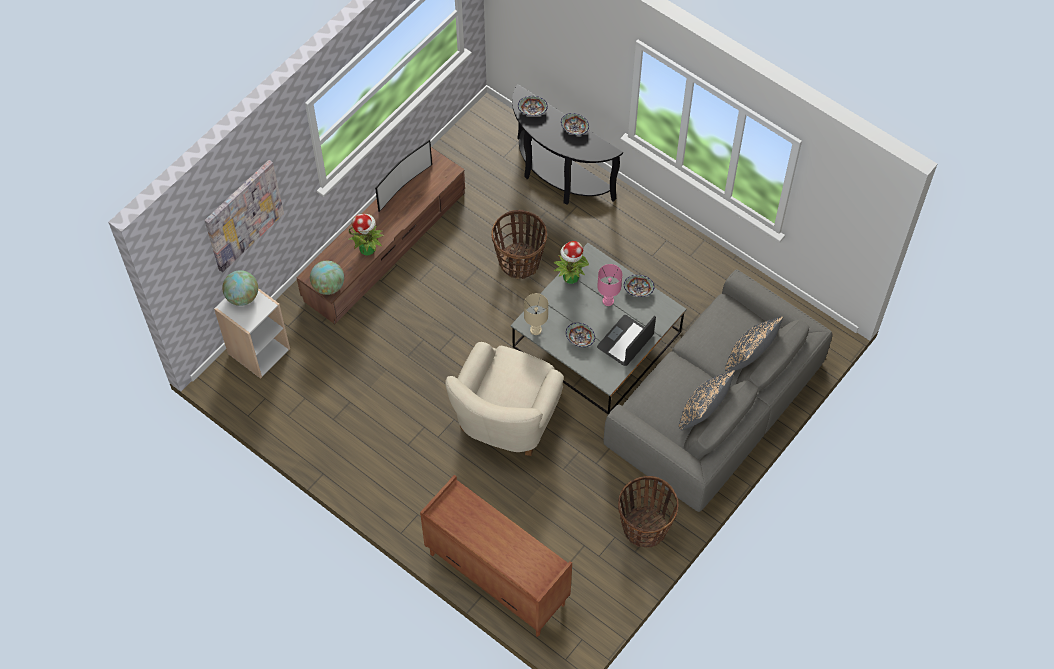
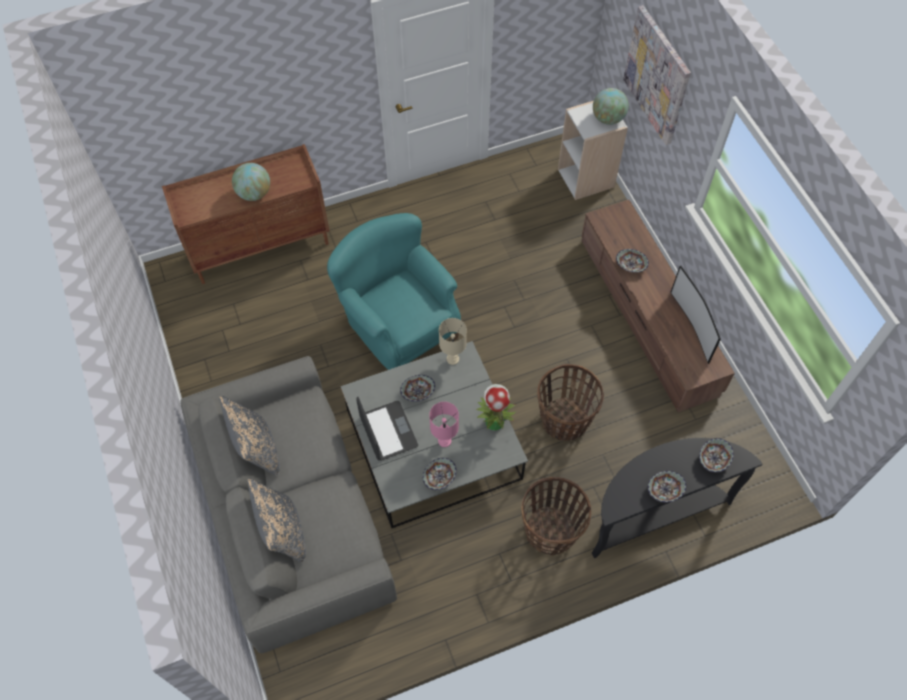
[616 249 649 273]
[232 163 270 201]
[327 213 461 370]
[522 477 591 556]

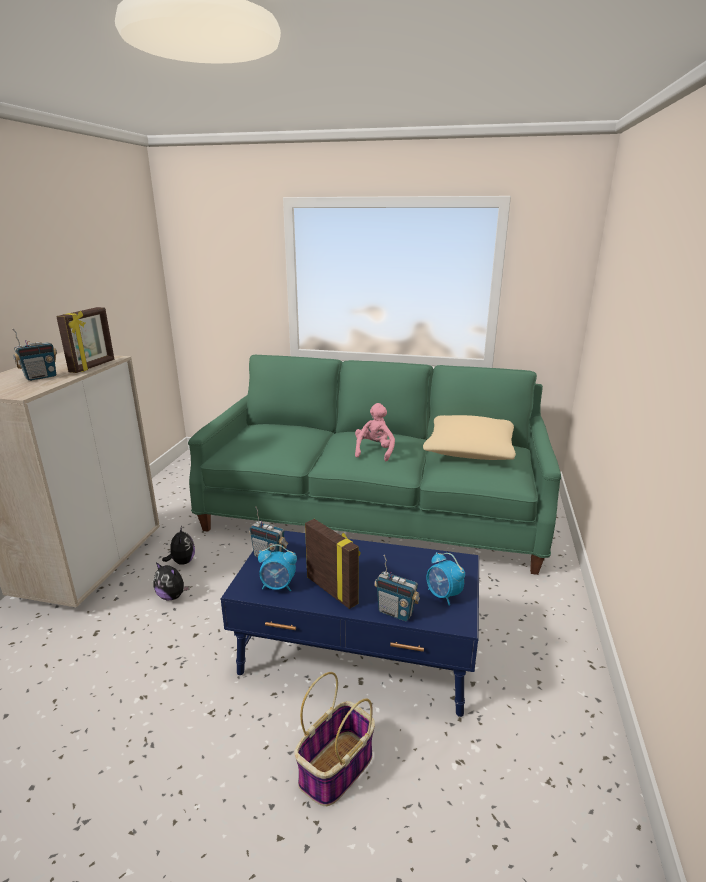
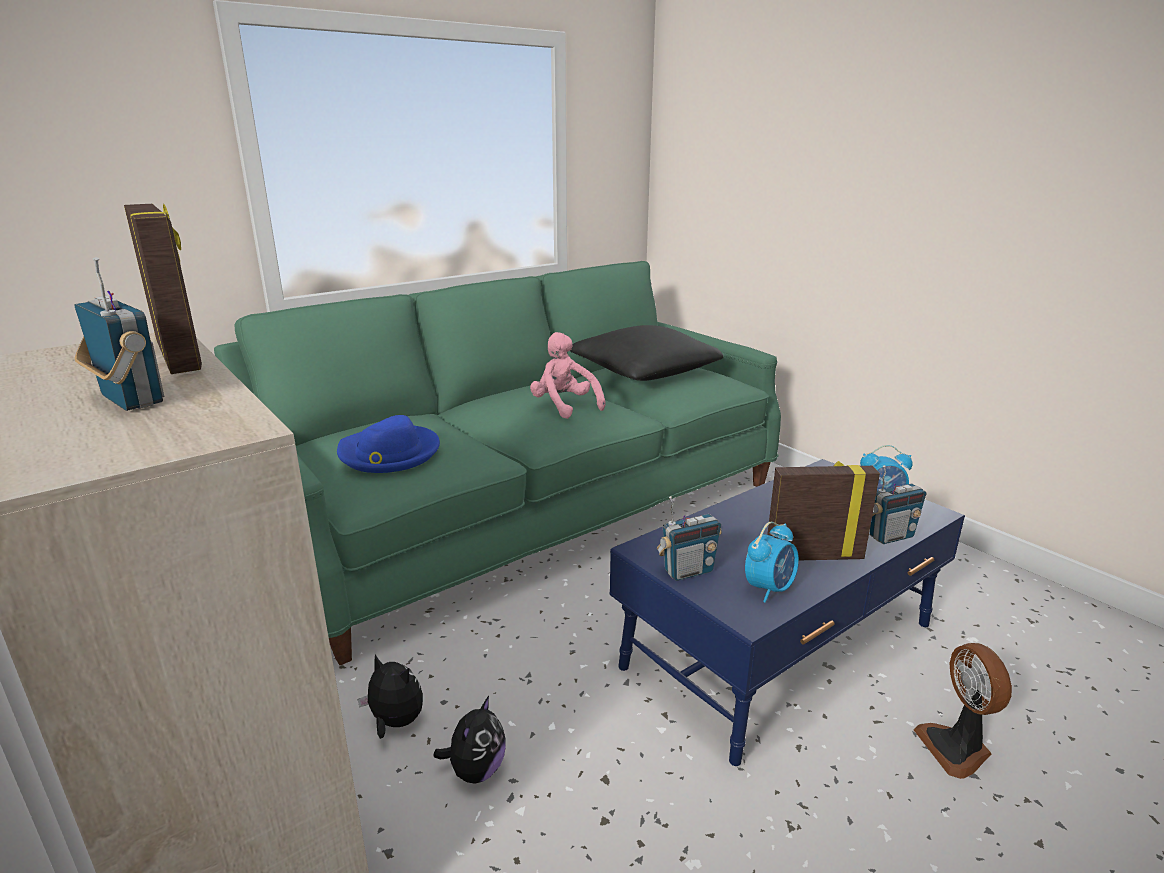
[74 257 164 411]
[570 325 723 381]
[433 696 506 783]
[914 643 1012 779]
[337 415 440 473]

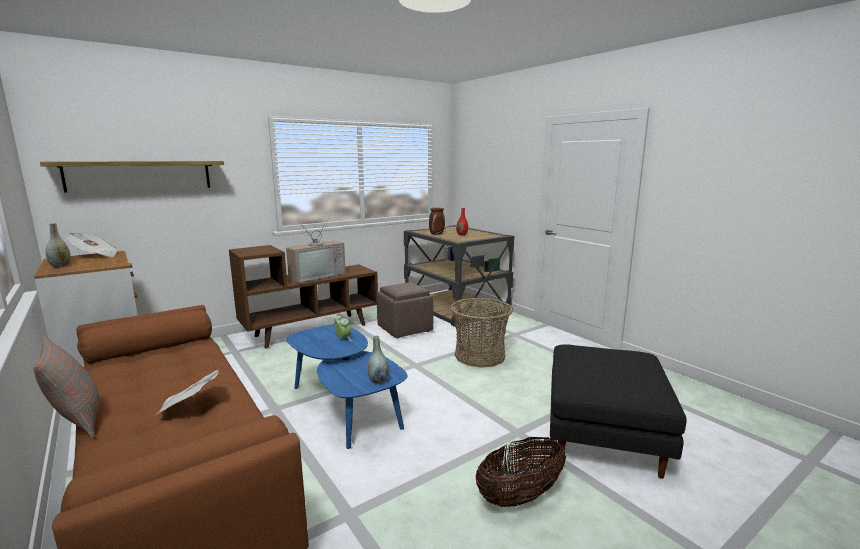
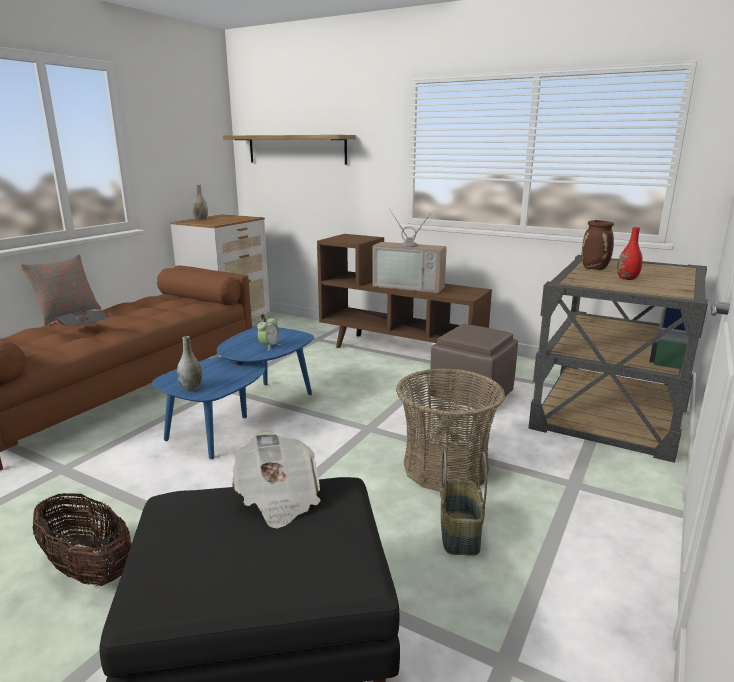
[232 432 320 529]
[440 450 487 556]

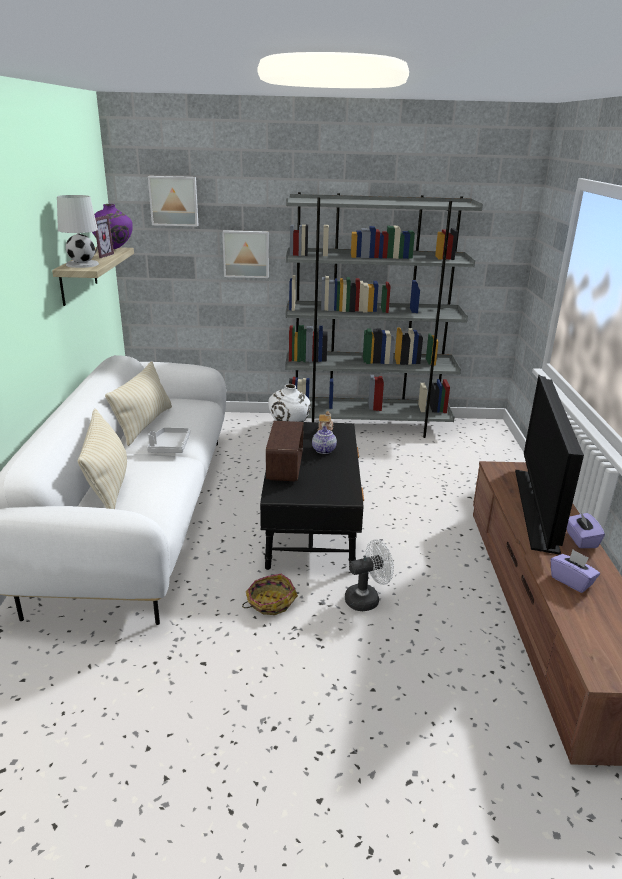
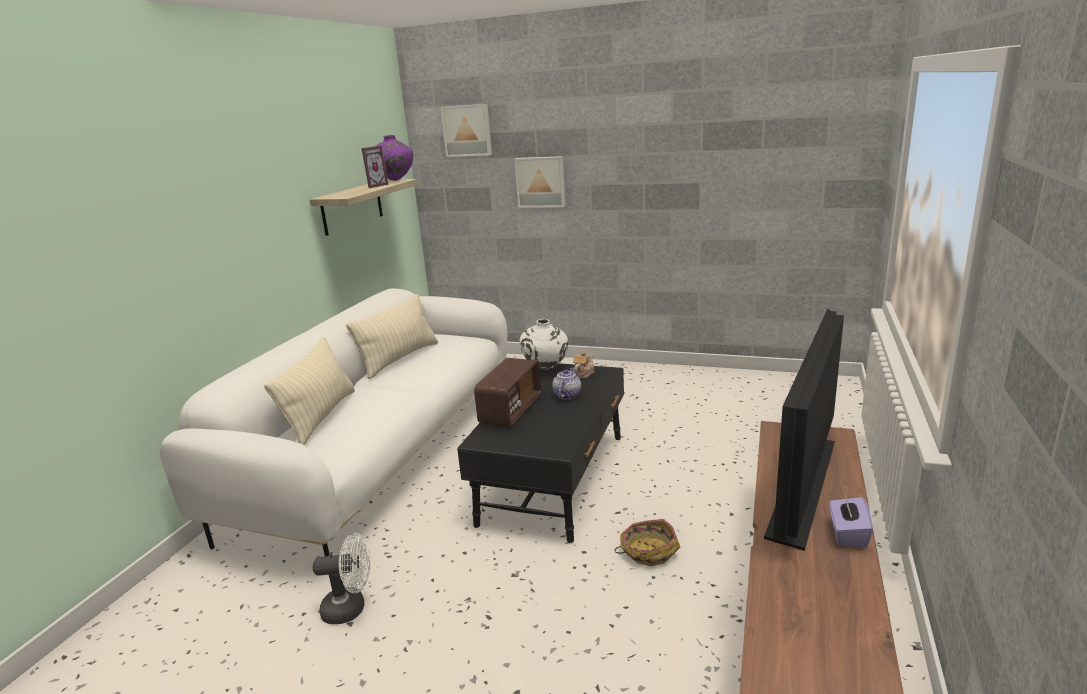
[285 192 483 438] (first image)
[57 195 99 268] (first image)
[147 428 190 453] (first image)
[313 533 370 624]
[551 550 600 593] (first image)
[614 519 680 566]

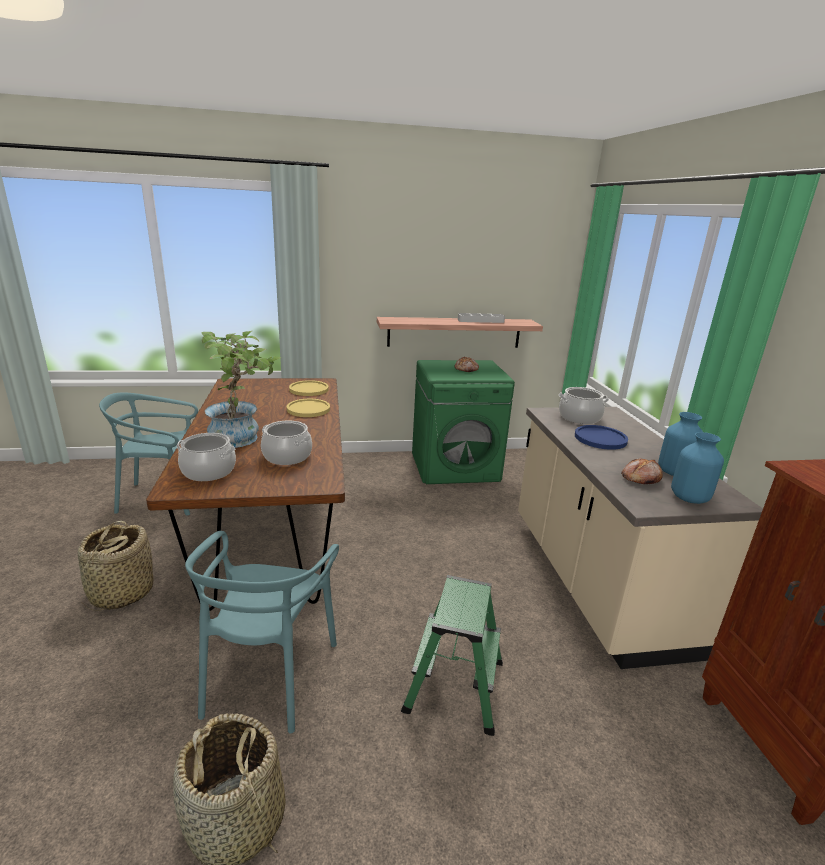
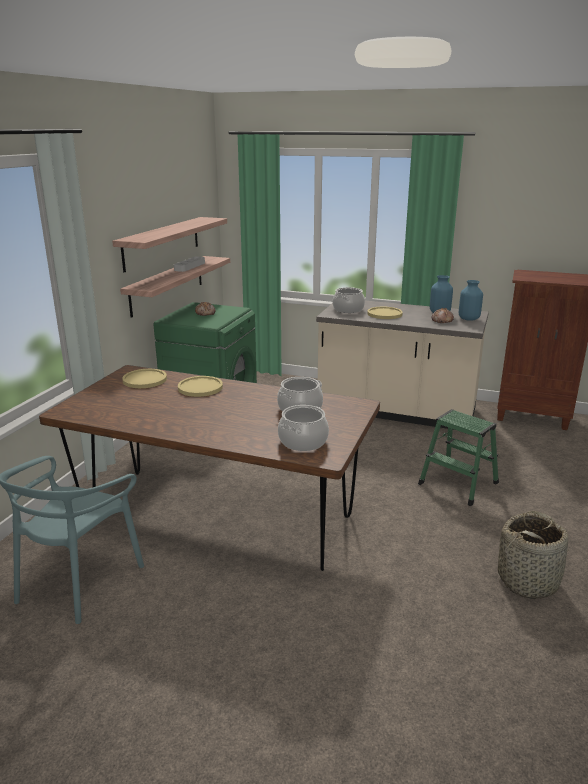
[201 331 282 448] (first image)
[367 307 403 319]
[78 521 153 611] (first image)
[185 531 339 733] (first image)
[112 217 227 272]

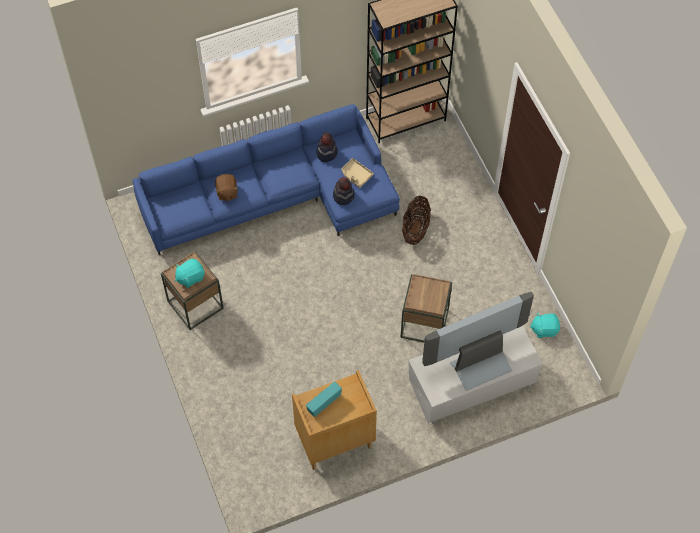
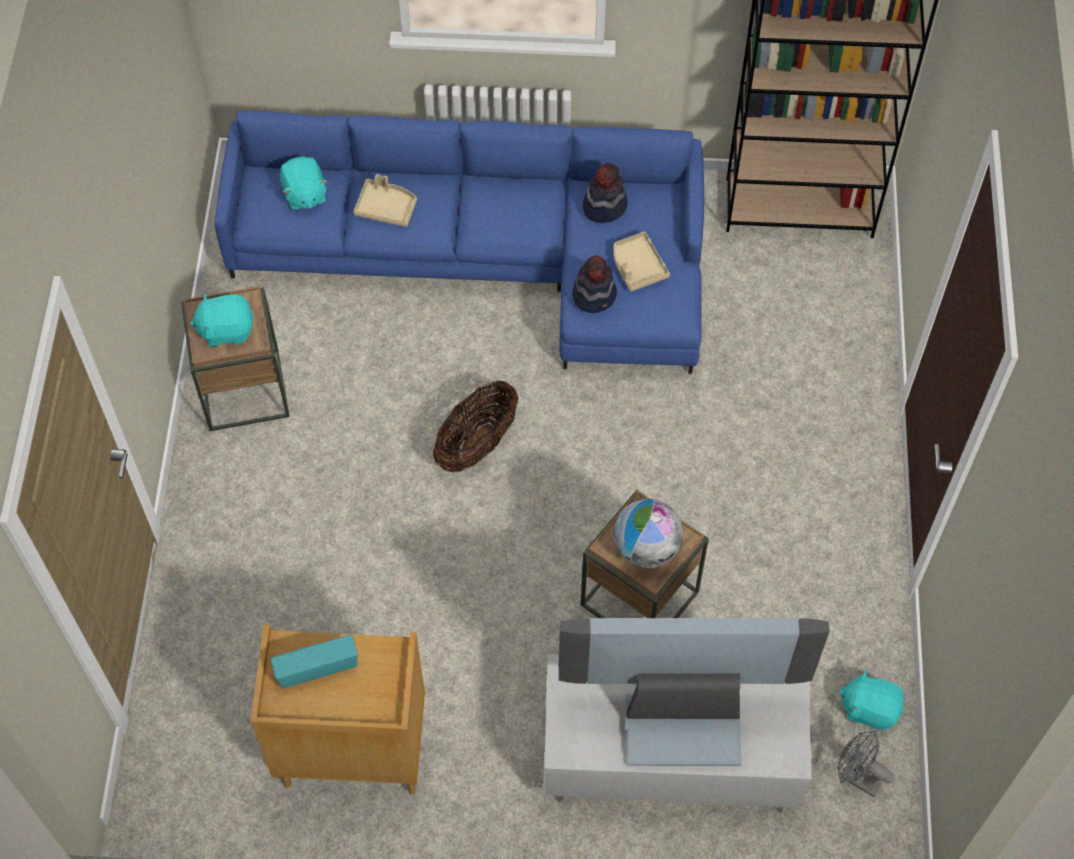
[353 174 417 227]
[433 381 518 472]
[280 157 328 210]
[614 499 683 569]
[837 730 895 797]

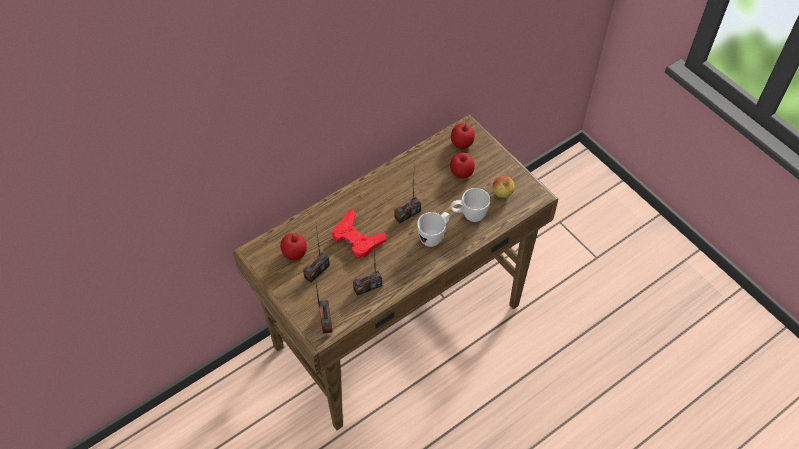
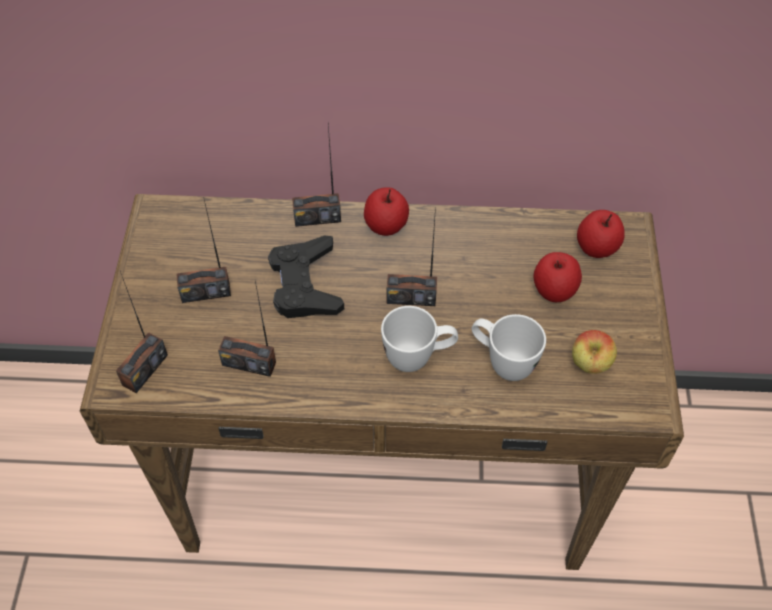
[268 236 344 318]
[364 187 409 236]
[292 124 341 227]

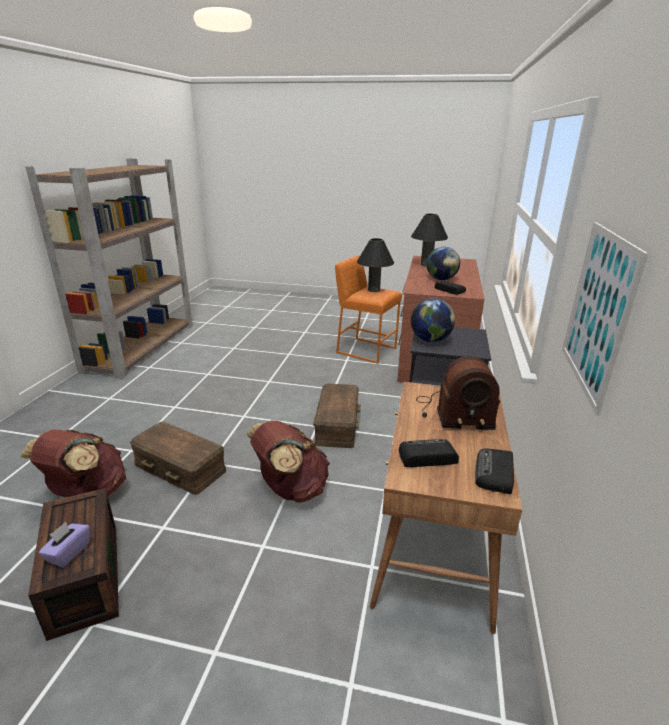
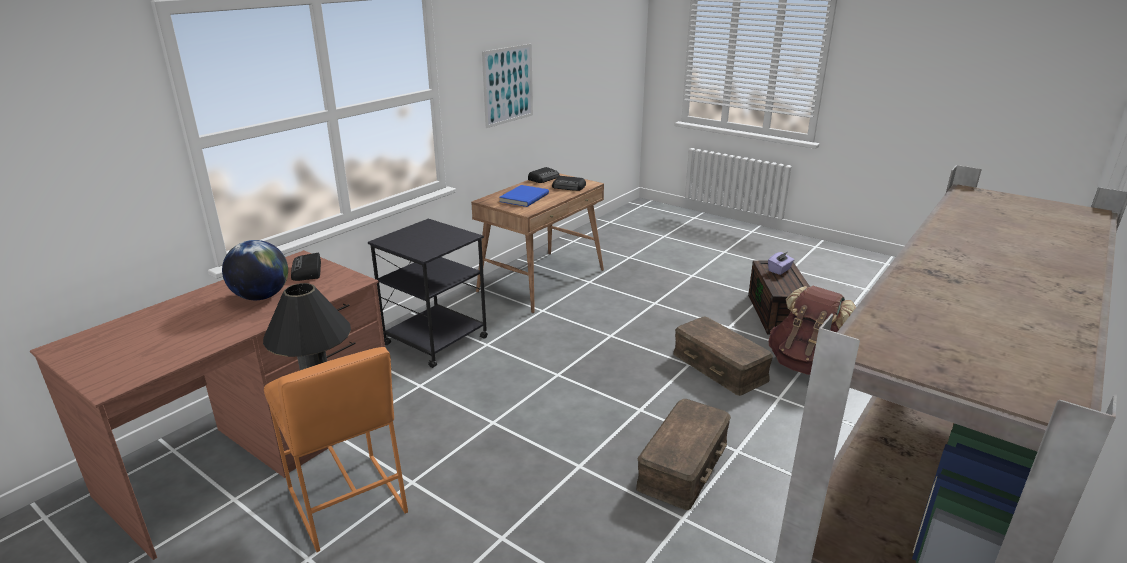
[411 214 448 267] (first image)
[411 298 455 342] (first image)
[500 185 549 207]
[636 399 731 510]
[247 420 330 502] (first image)

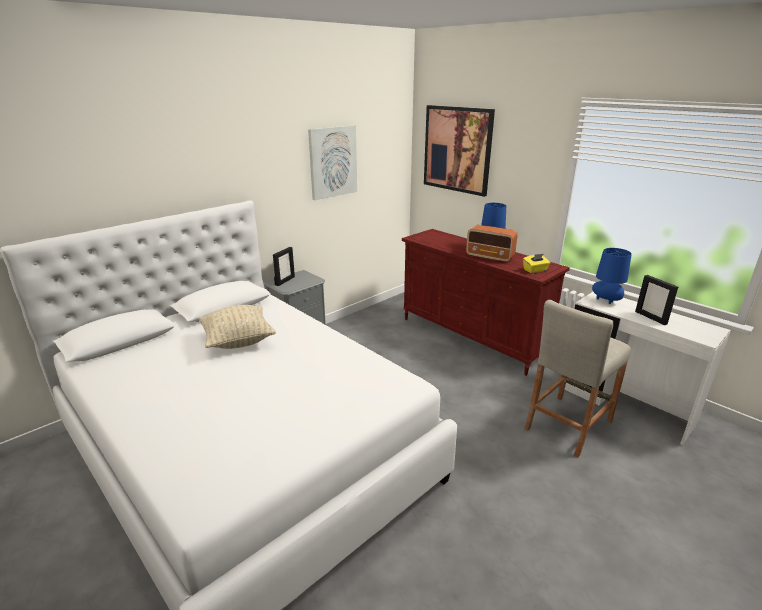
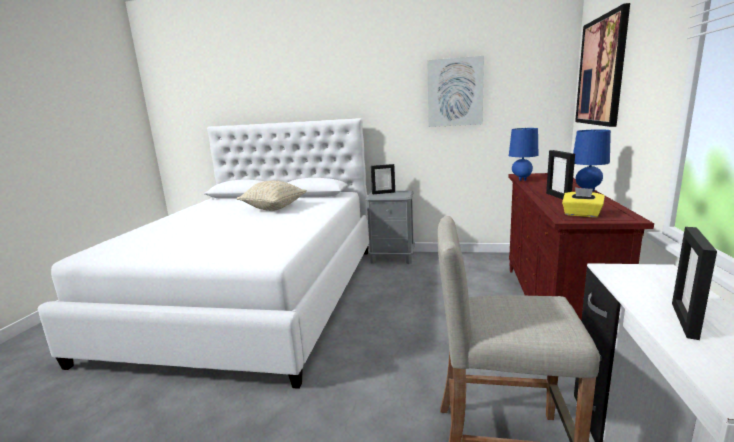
[546 150 575 200]
[509 128 538 181]

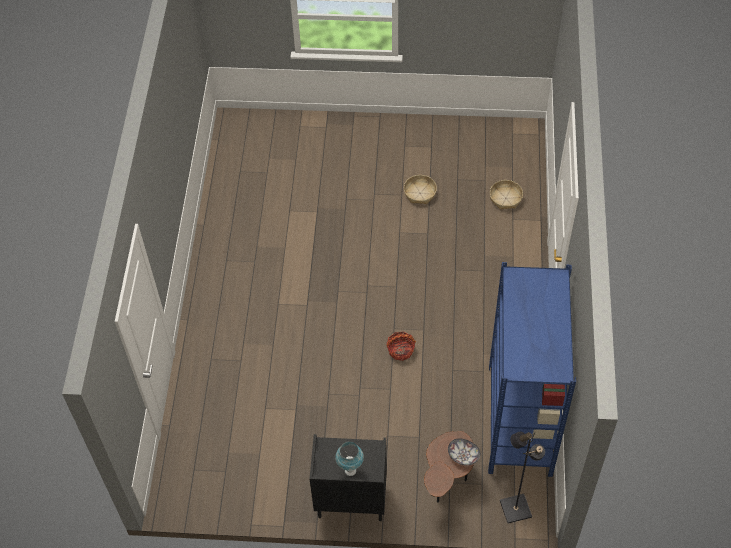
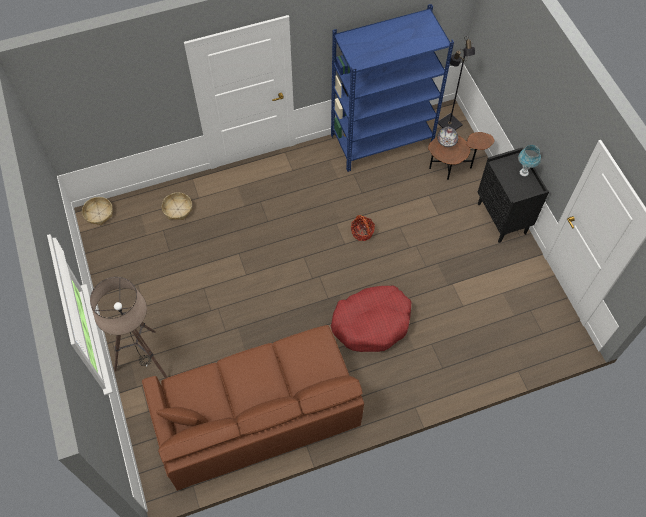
[82 197 112 225]
[90 277 168 379]
[331 286 411 352]
[142 325 364 491]

